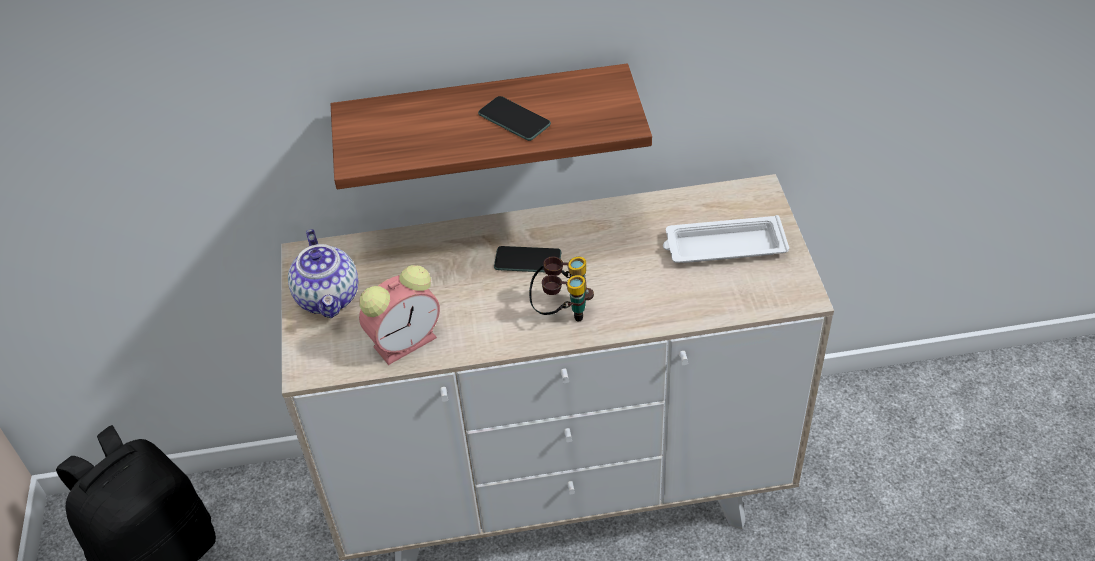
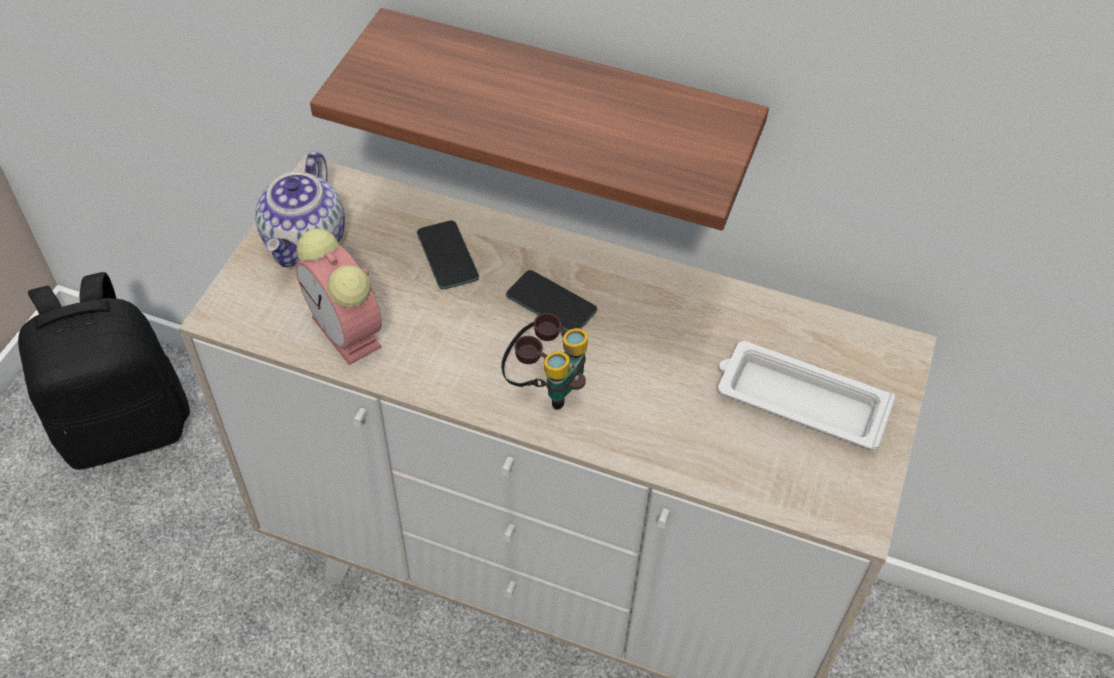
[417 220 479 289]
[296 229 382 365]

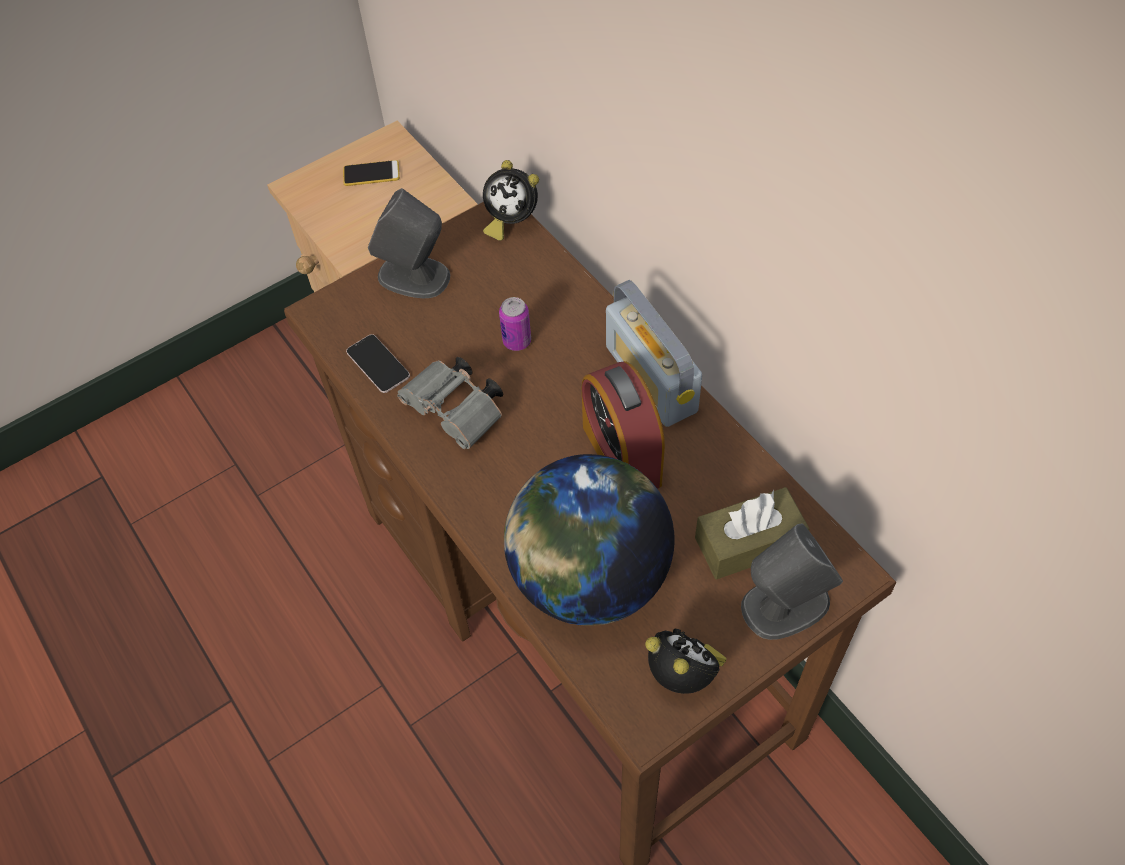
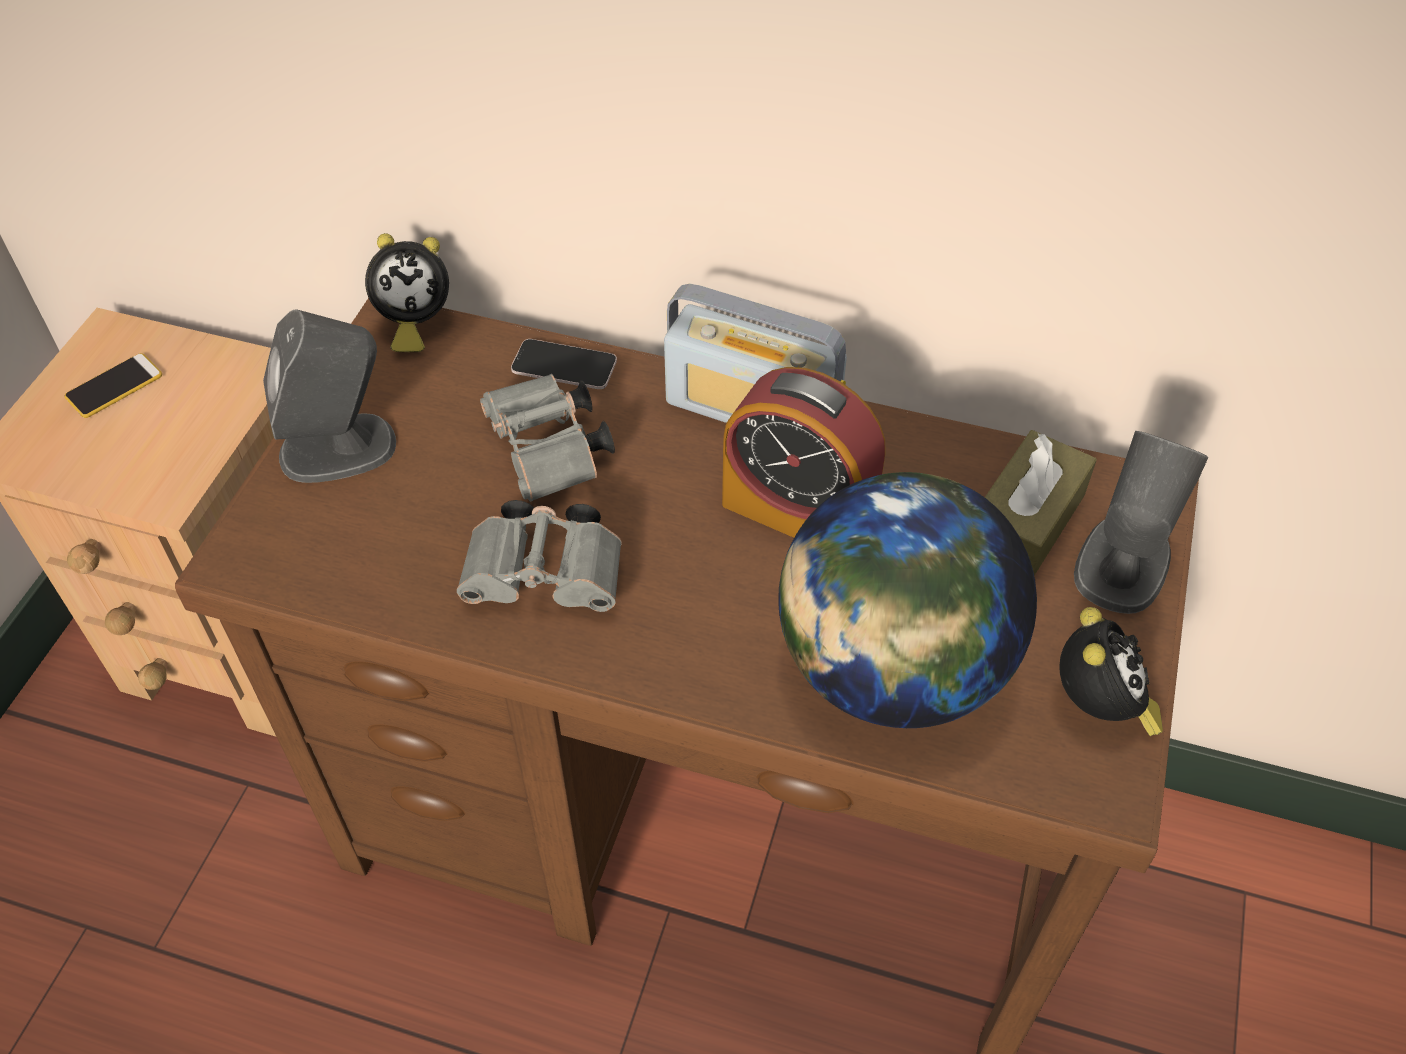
[480 374 615 502]
[511 339 617 389]
[1059 607 1163 736]

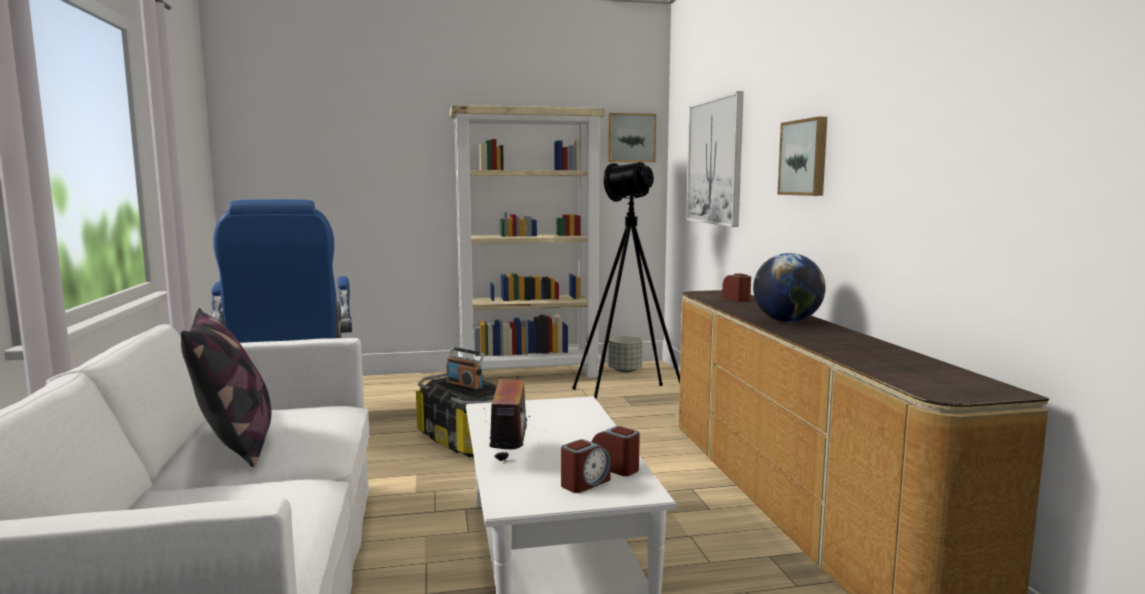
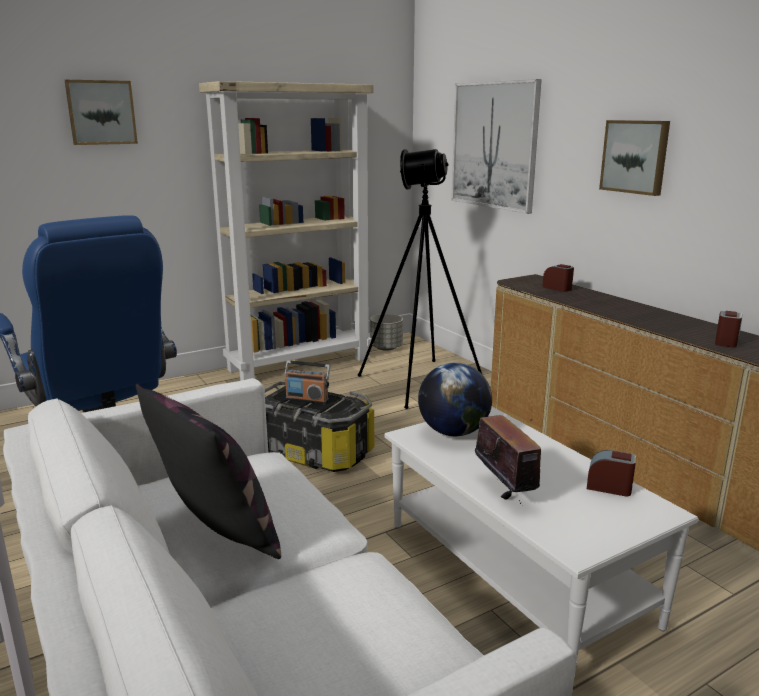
[65 80 138 145]
[418 363 492 436]
[715 311 742 348]

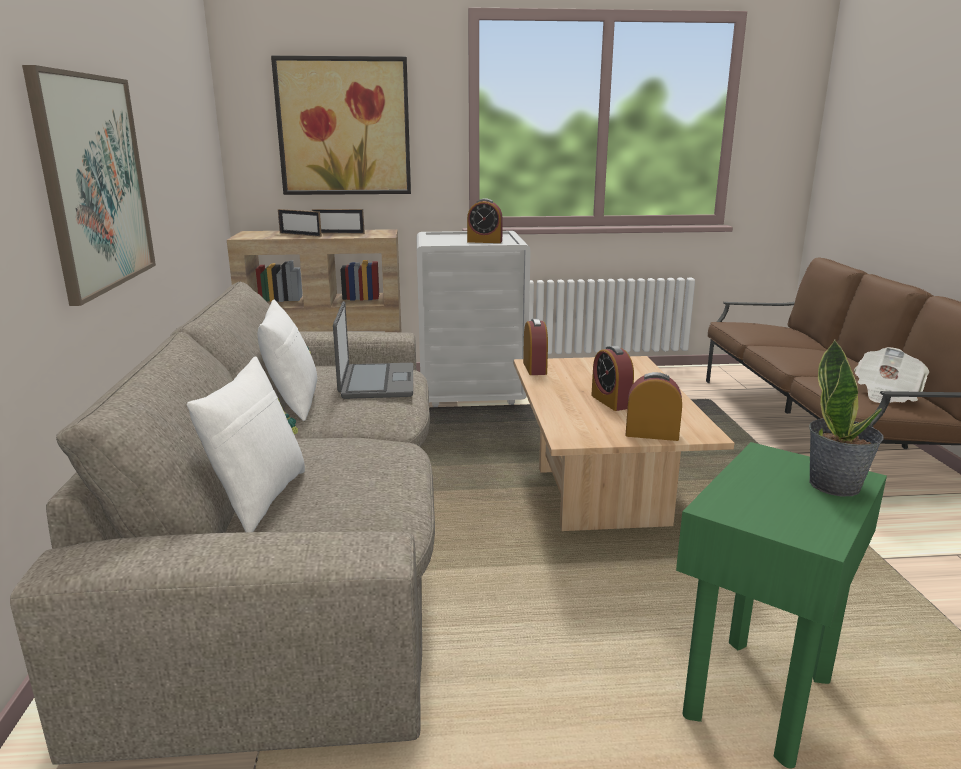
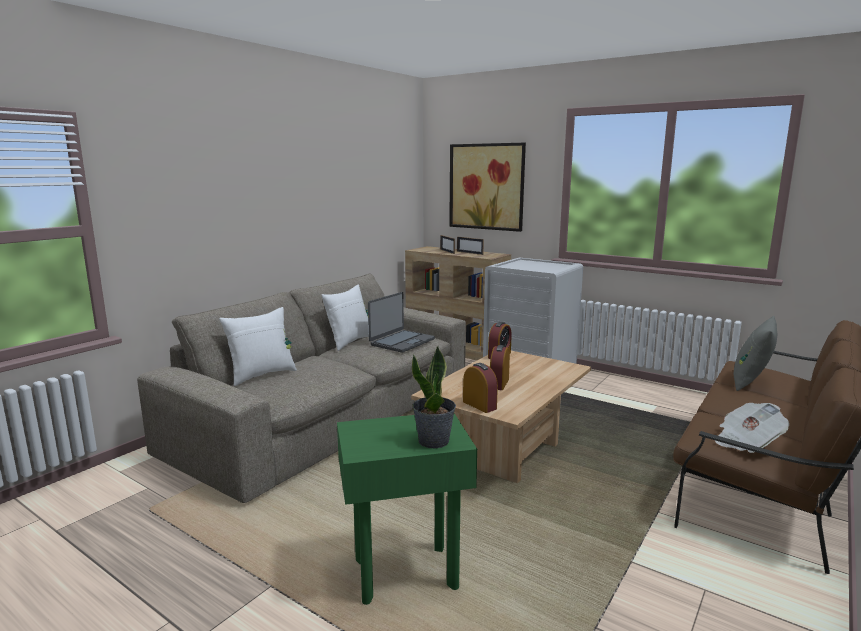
[22 65 156 306] (first image)
[467 198 503 243] (first image)
[734 316 777 391]

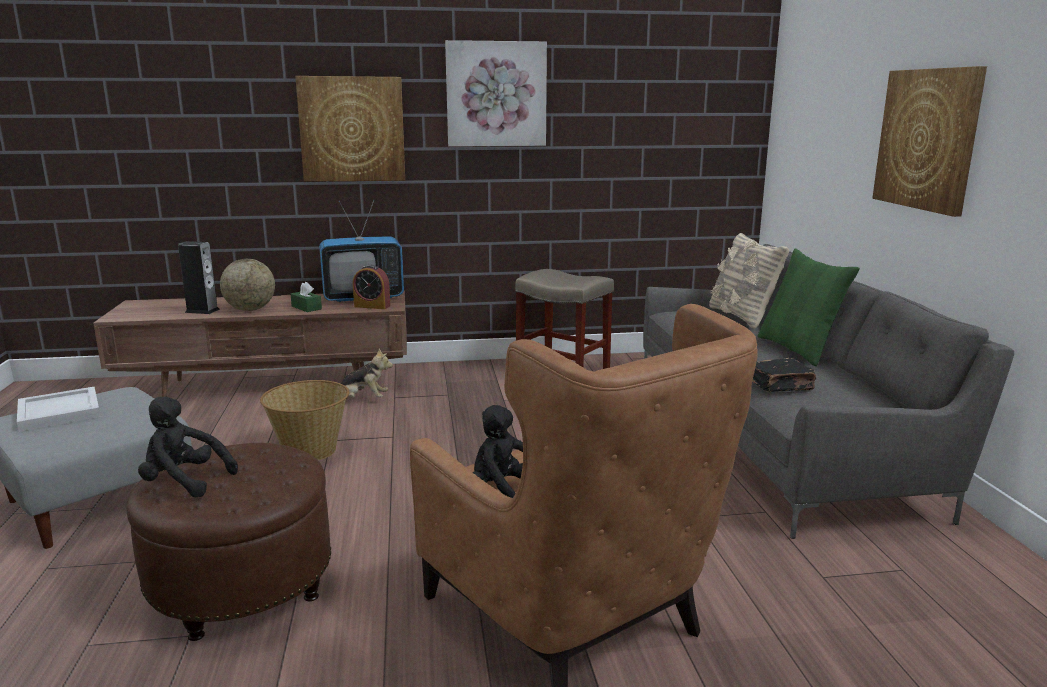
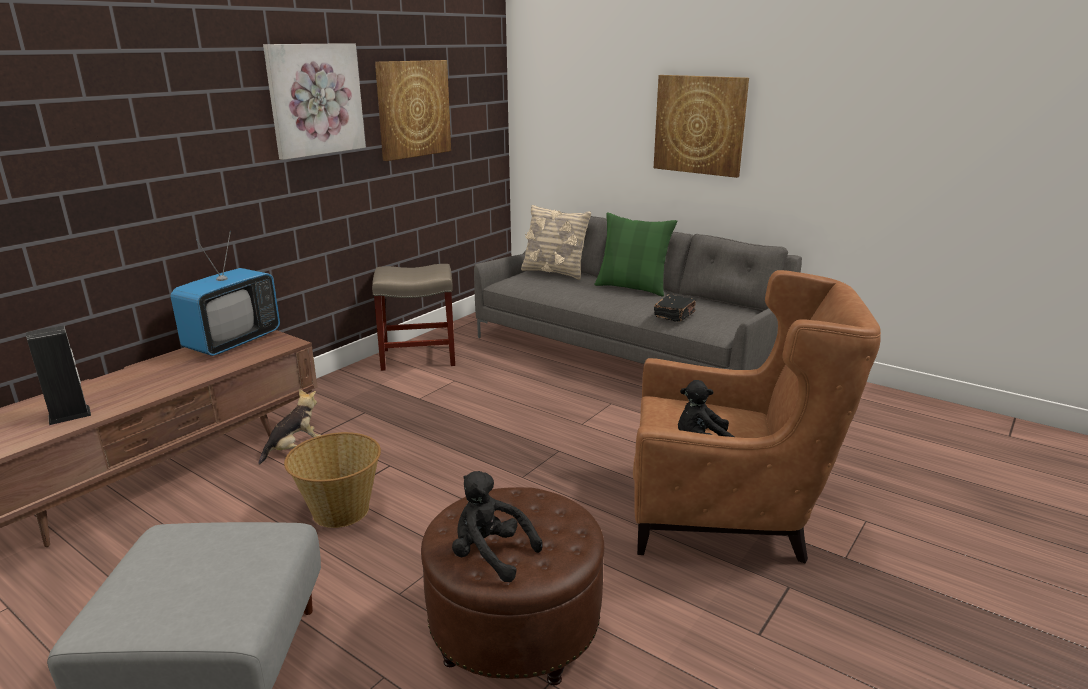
[375 60 451 161]
[220 259 275 311] (first image)
[353 265 391 309] (first image)
[291 282 322 312] (first image)
[17 387 100 432] (first image)
[452 471 543 582]

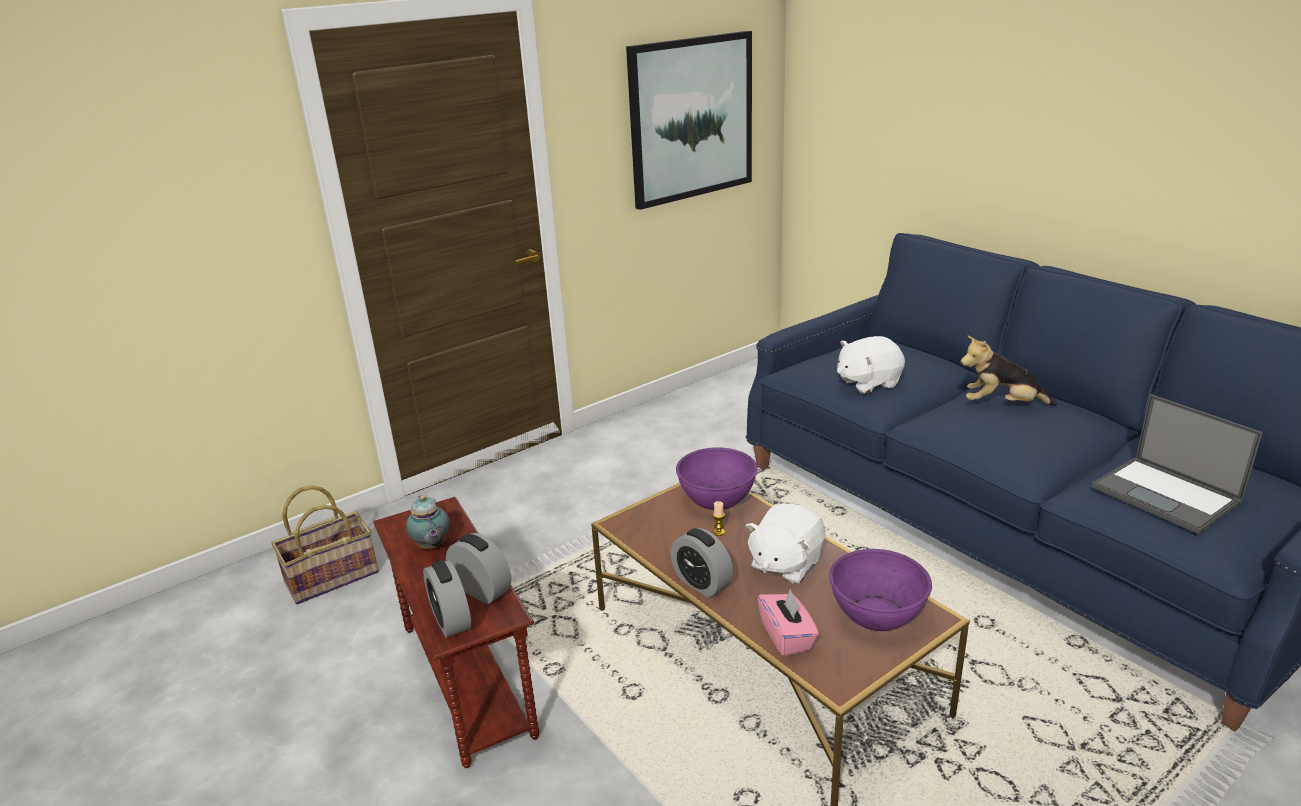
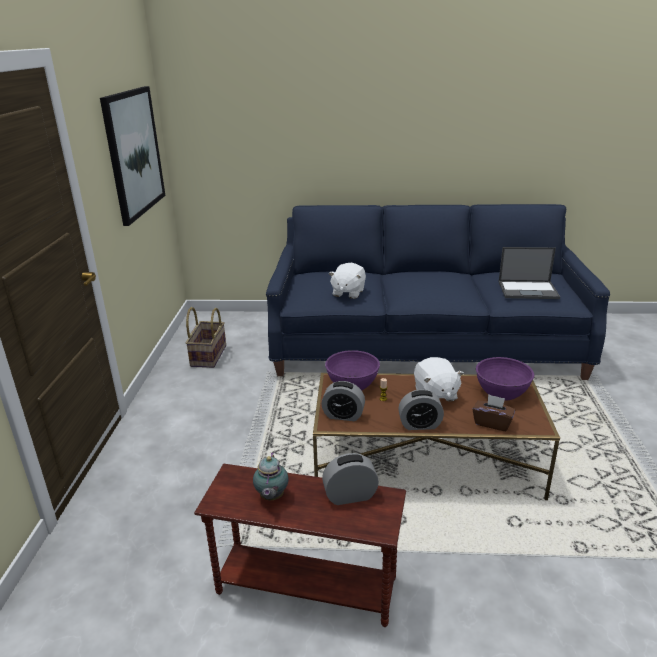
[961 336 1057 406] (first image)
[186 307 226 368]
[253 452 289 500]
[321 381 365 421]
[473 394 515 431]

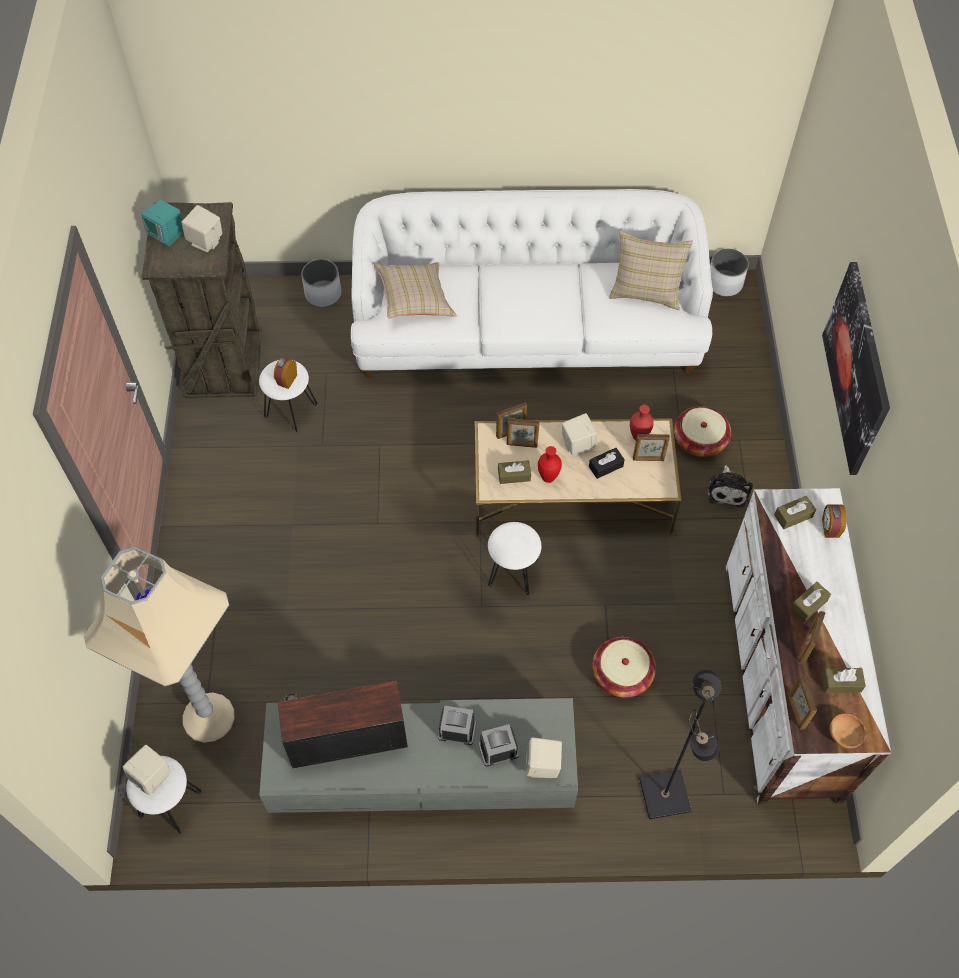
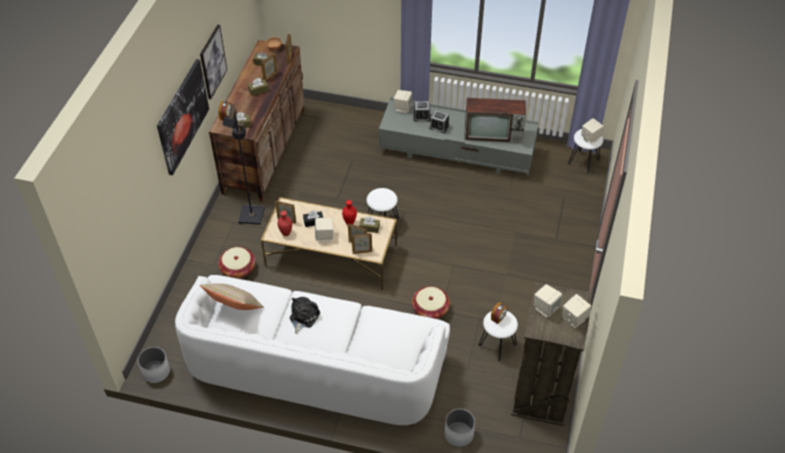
[562 294 591 328]
[374 262 456 319] (first image)
[290 297 320 334]
[209 40 305 202]
[84 547 234 743] (first image)
[412 286 450 319]
[223 104 265 225]
[200 25 227 99]

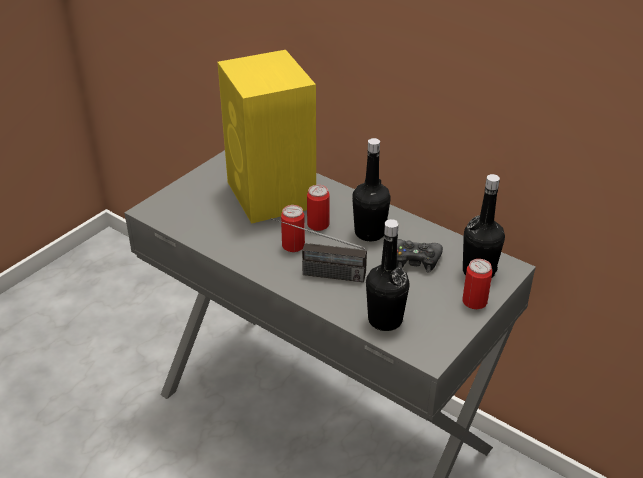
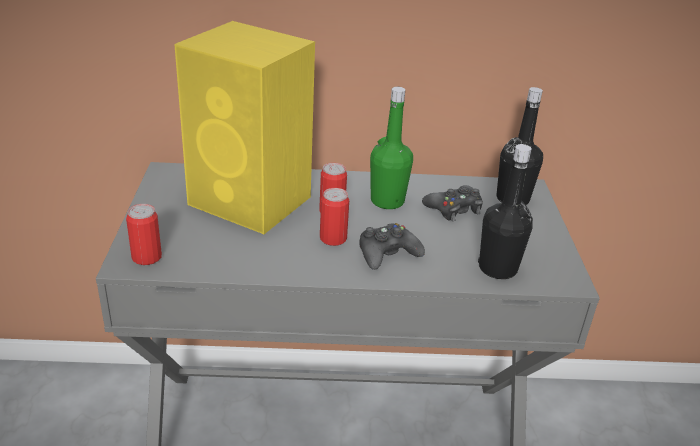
[370 87 413 209]
[359 223 425 270]
[126 204 162 265]

